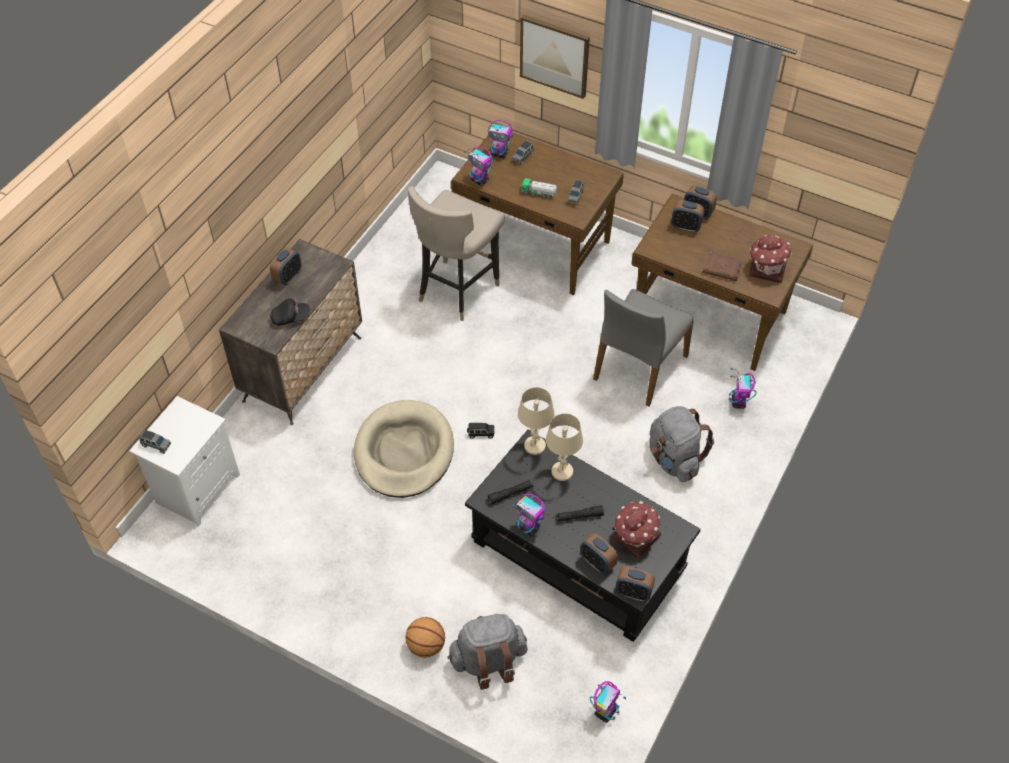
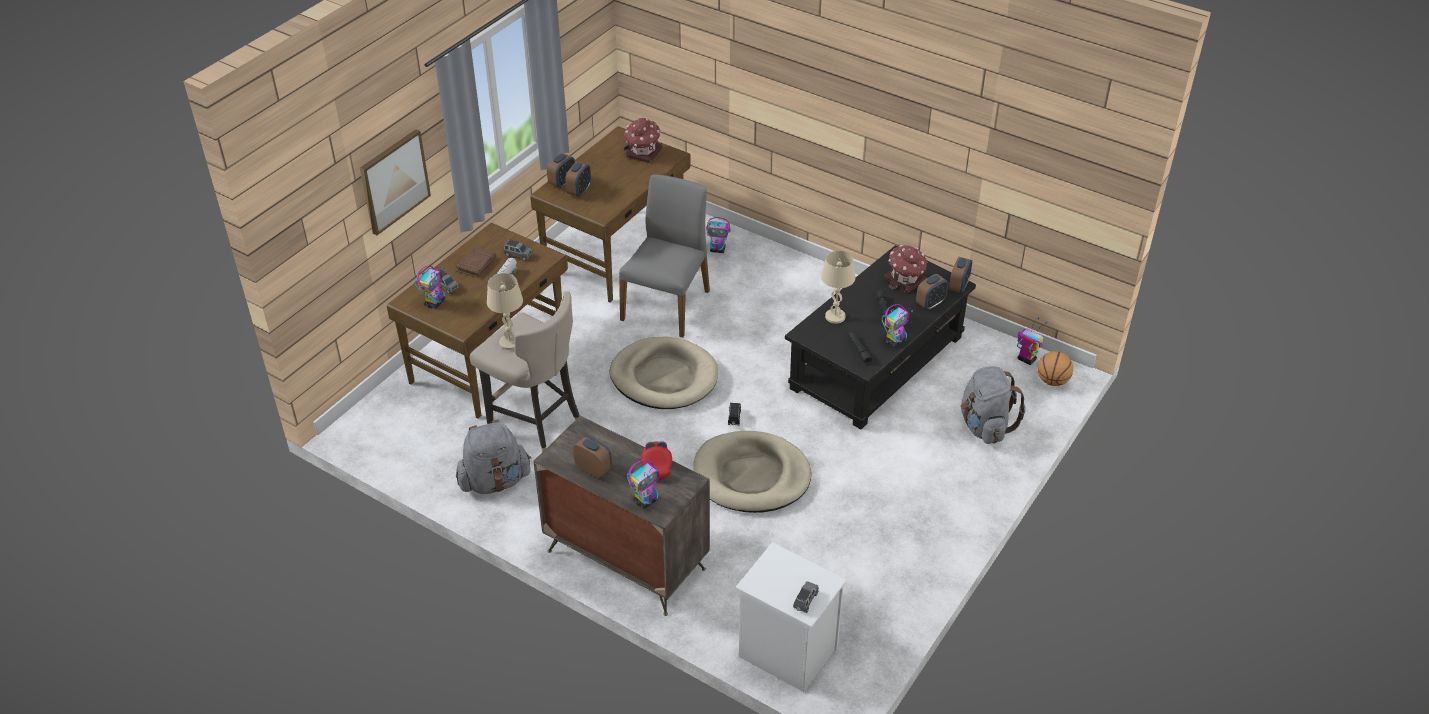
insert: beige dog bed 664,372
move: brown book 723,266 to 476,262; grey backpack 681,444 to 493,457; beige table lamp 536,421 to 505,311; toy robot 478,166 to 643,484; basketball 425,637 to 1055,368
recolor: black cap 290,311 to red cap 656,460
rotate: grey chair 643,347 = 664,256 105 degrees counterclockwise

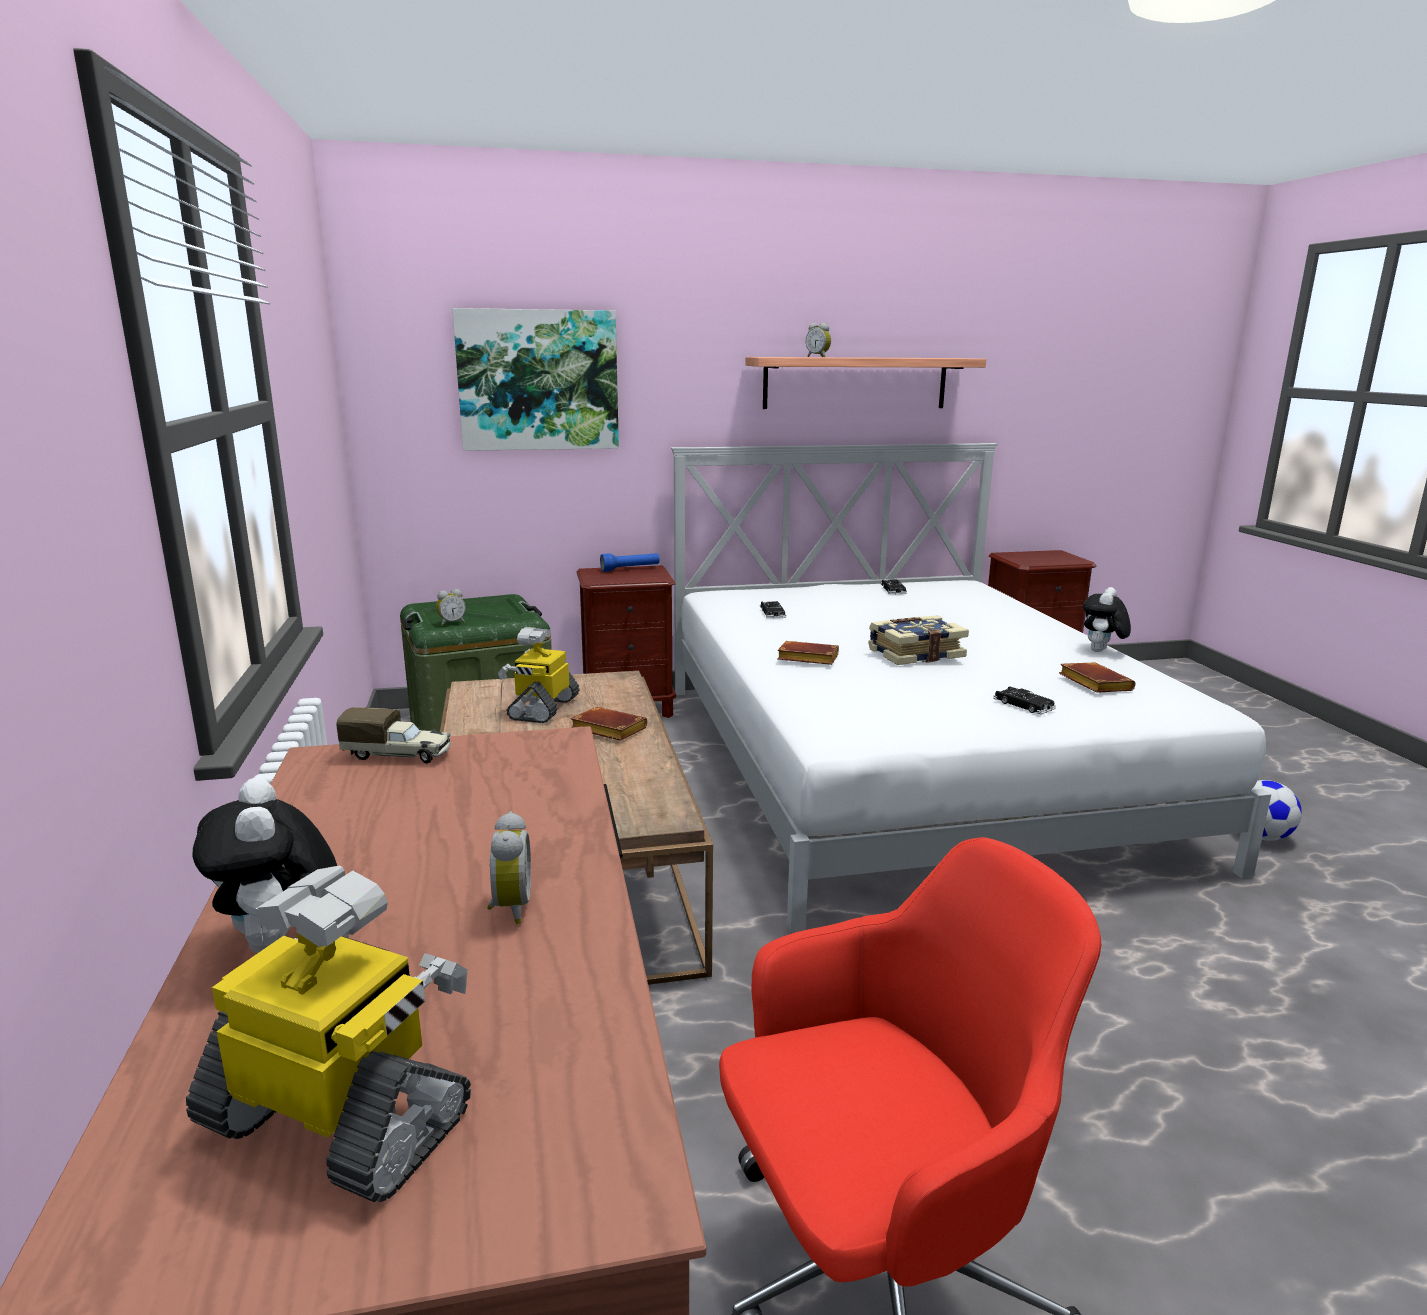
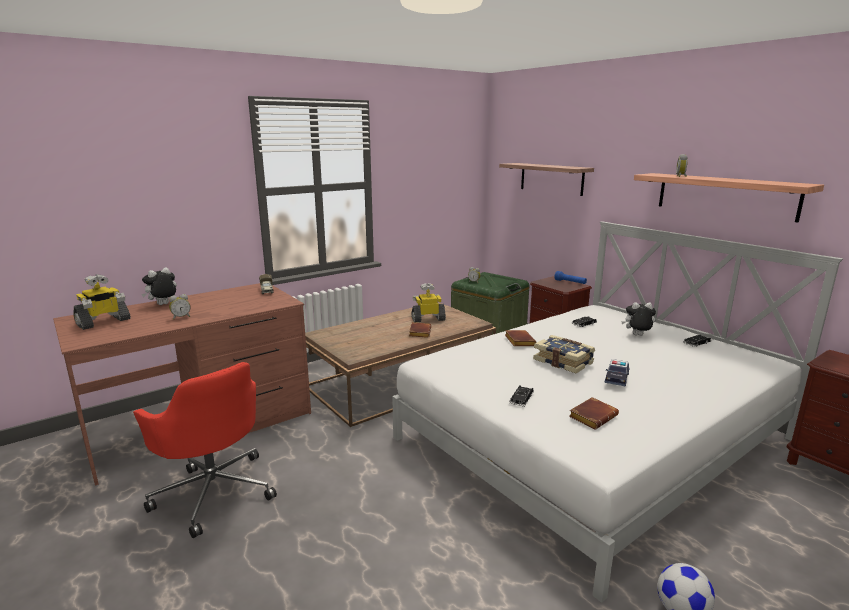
insert: toy car 617,372
move: plush toy 1107,619 to 638,319
replace: picture 535,379 to shelf 546,179
rotate: toy robot 328,1034 = 102,302 45 degrees clockwise

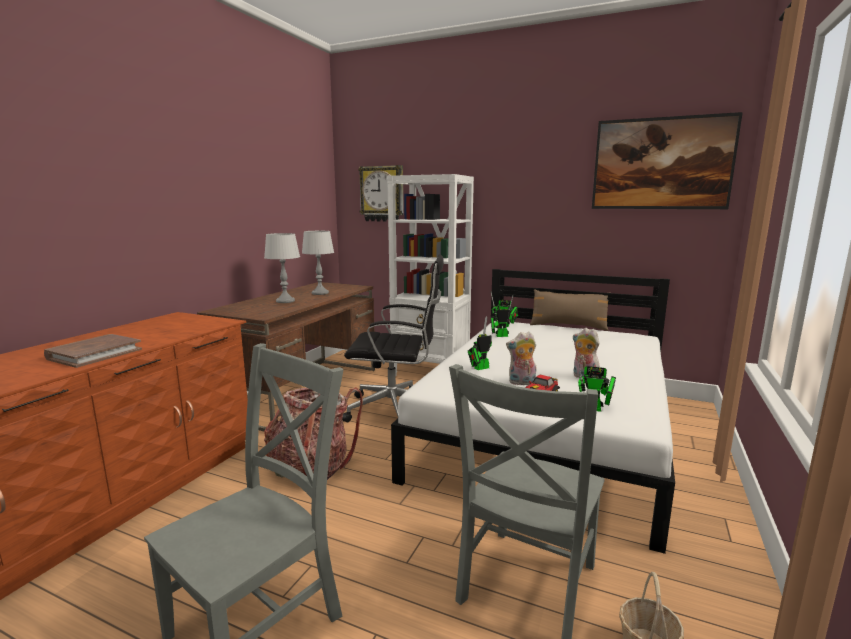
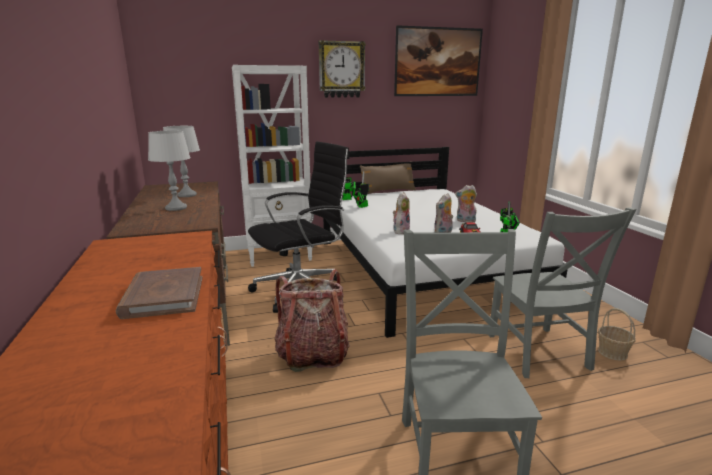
move: wall clock 381,193 to 342,69
replace: toy robot 480,343 to plush toy 401,213

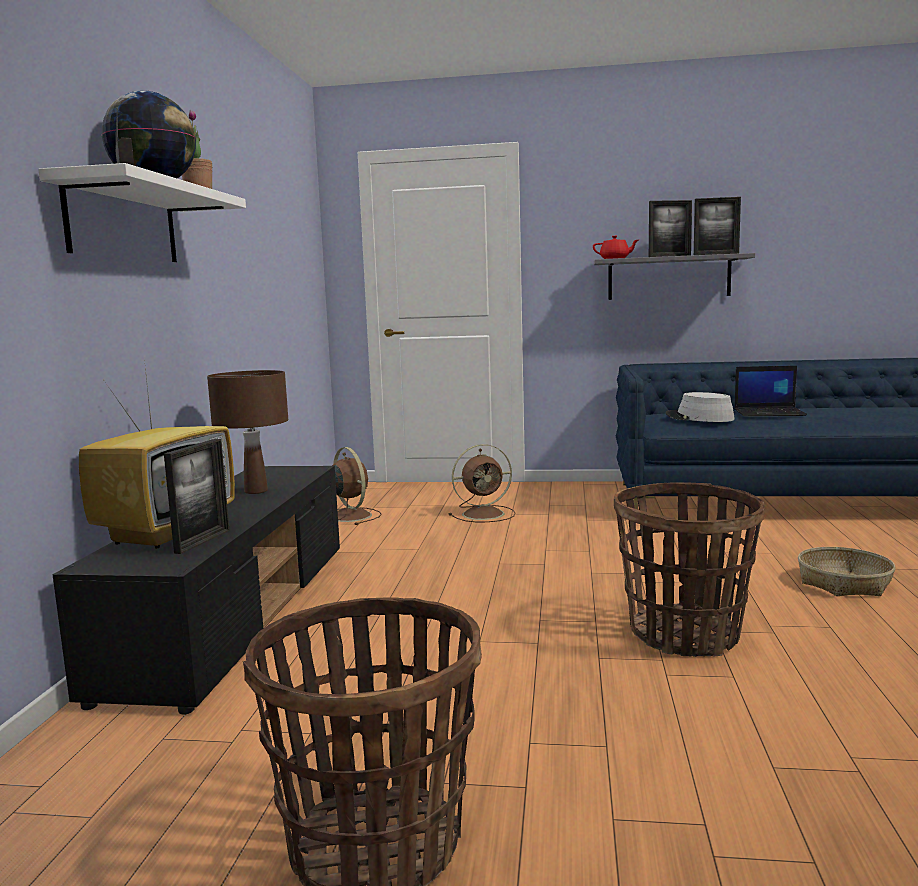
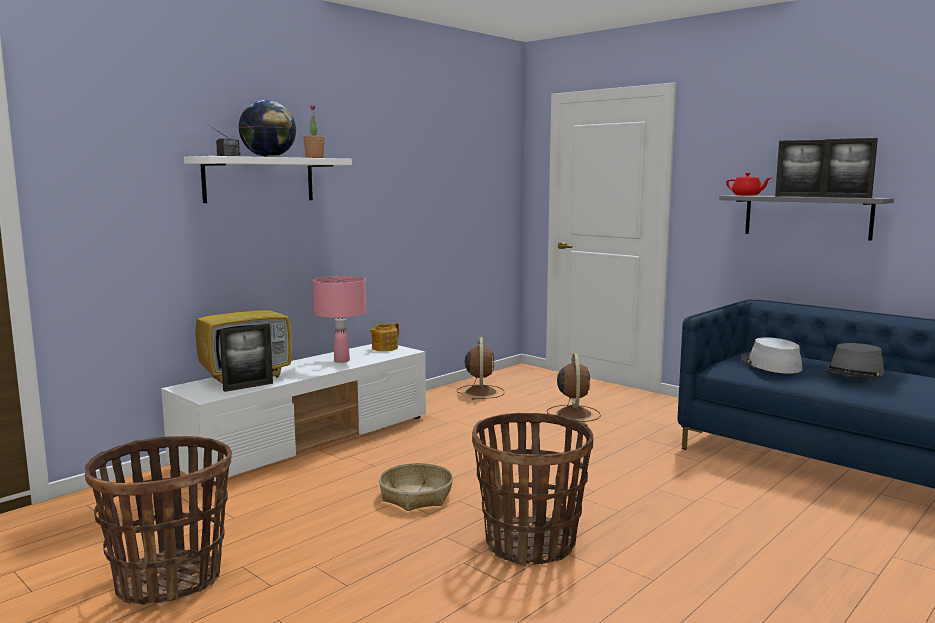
insert: teapot 384,337
move: basket 847,571 to 416,487
replace: laptop 770,391 to grey hat 854,361
recolor: black tv stand 196,590 to white tv stand 293,415; brown table lamp 247,432 to pink table lamp 339,319
rotate: brown fan 482,483 = 574,388 105 degrees counterclockwise

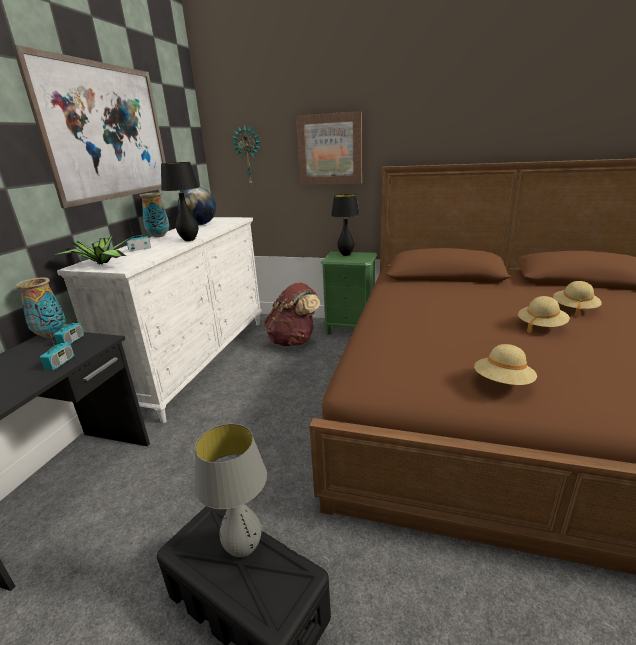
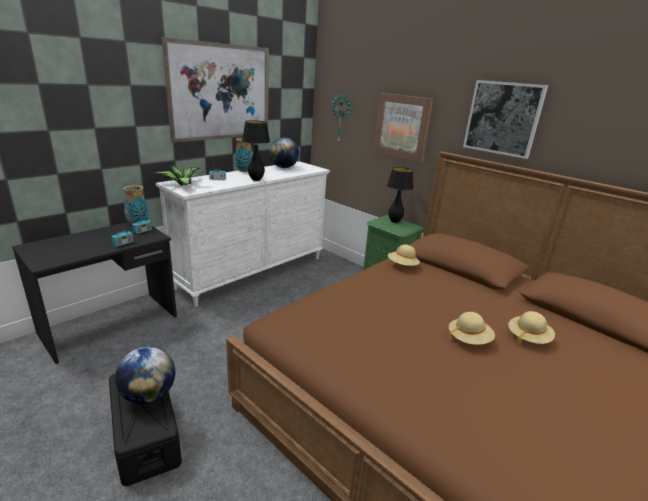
delete: brown backpack 292,314
insert: picture 505,119
move: beige hat 505,364 to 404,255
replace: grey table lamp 230,490 to globe 145,375

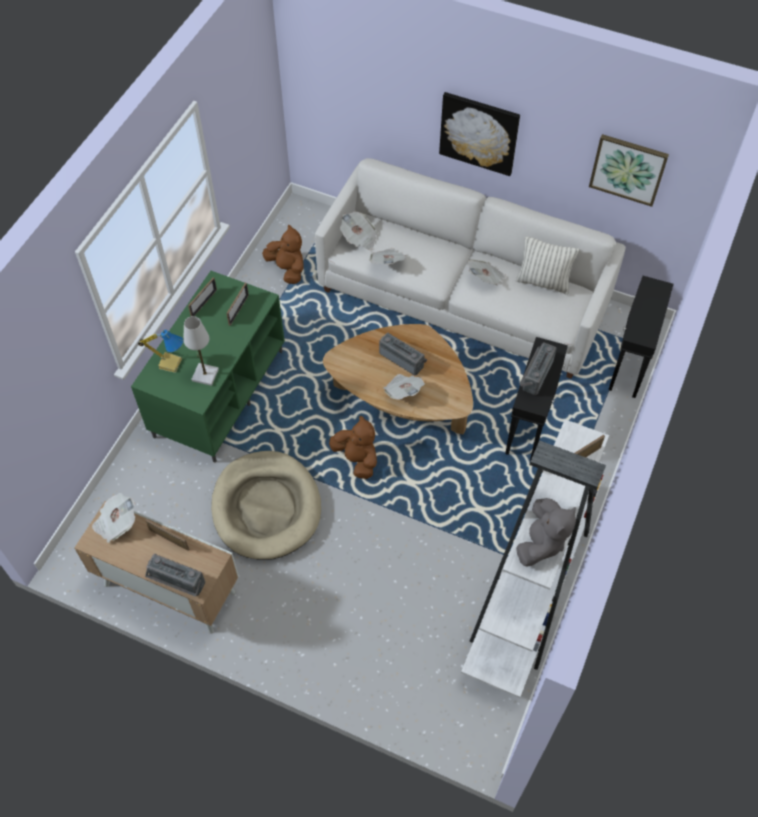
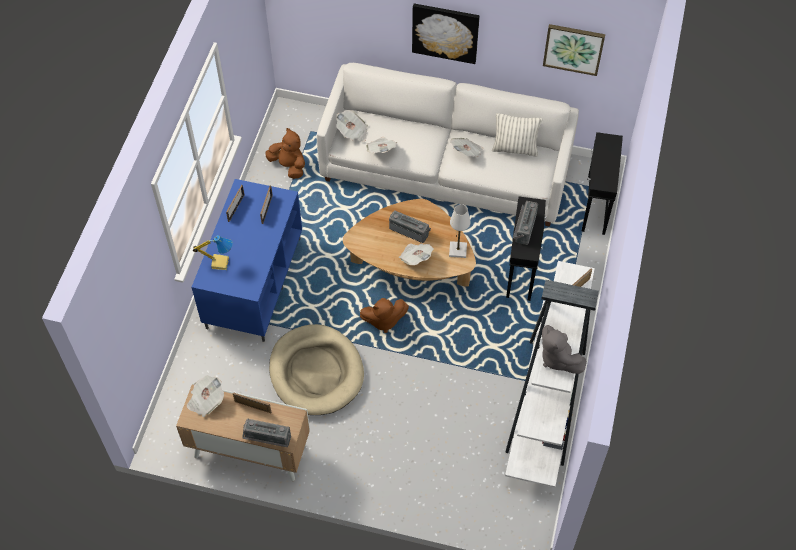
move: white table lamp 201,351 to 459,231
recolor: green tv stand 208,367 to blue tv stand 247,260
rotate: brown plush toy 353,447 = 384,315 135 degrees clockwise; grey plush toy 546,532 = 564,349 135 degrees clockwise

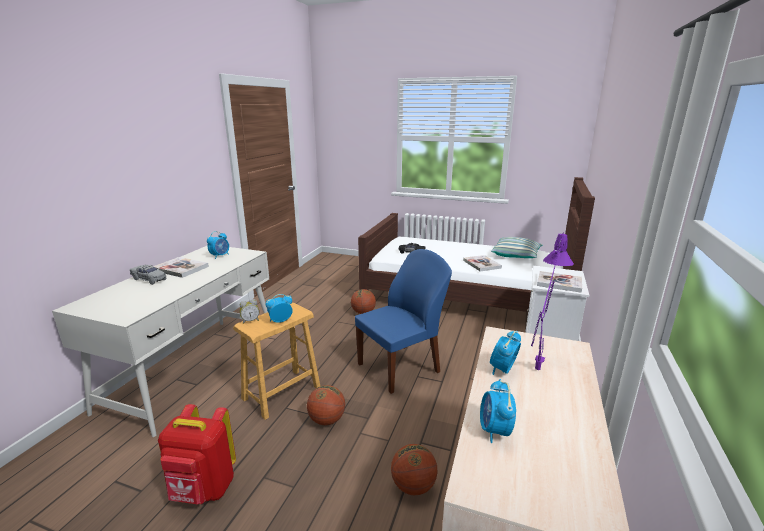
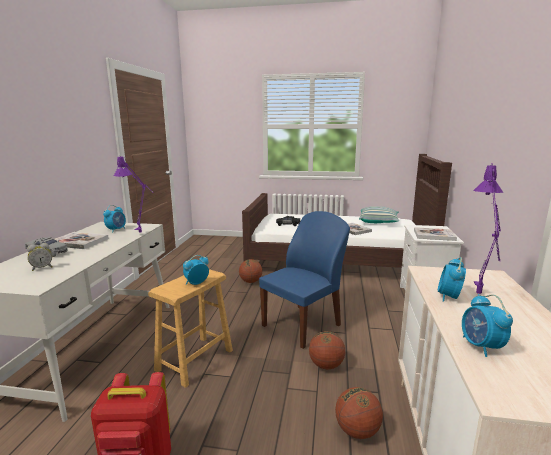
insert: purple table lamp 134,194
move: alarm clock 249,311 to 39,257; basketball 326,405 to 327,350

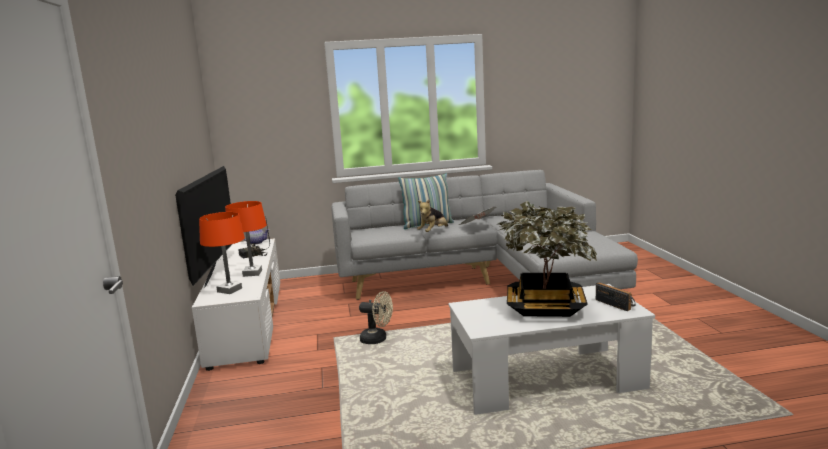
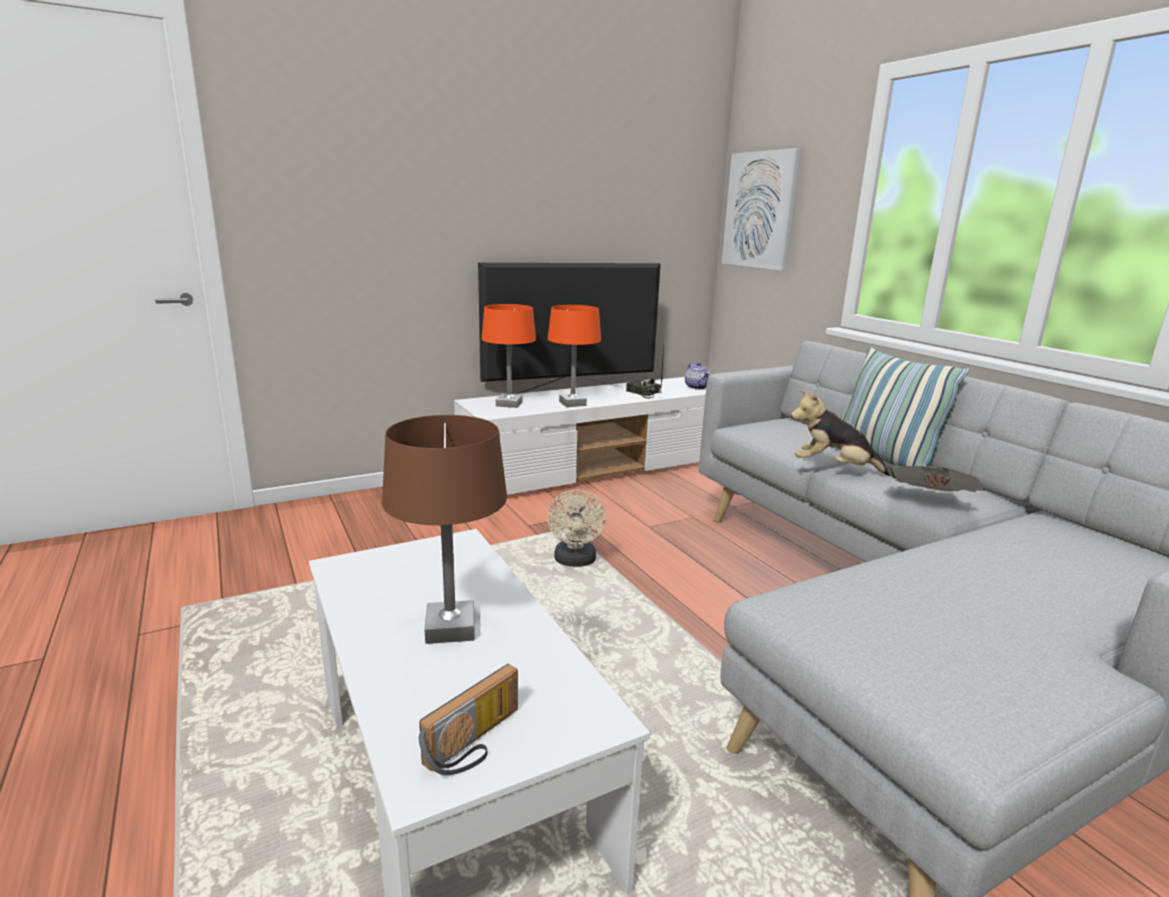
insert: picture 761,209
replace: potted plant 546,259 to brown table lamp 444,529

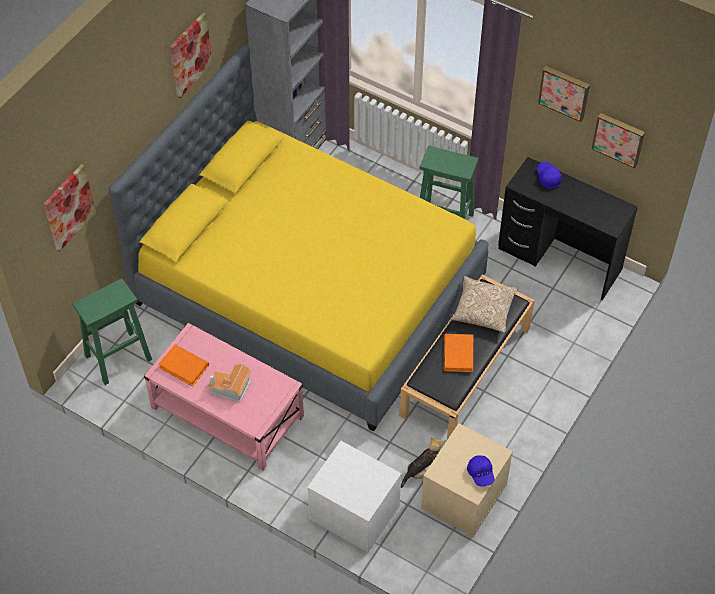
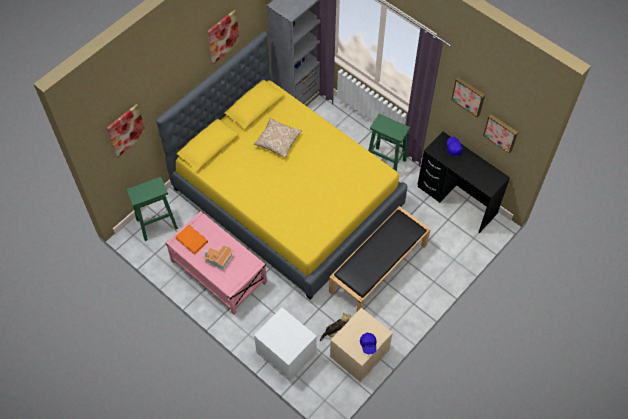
delete: orange book 458,353
move: pillow 484,304 to 278,138

